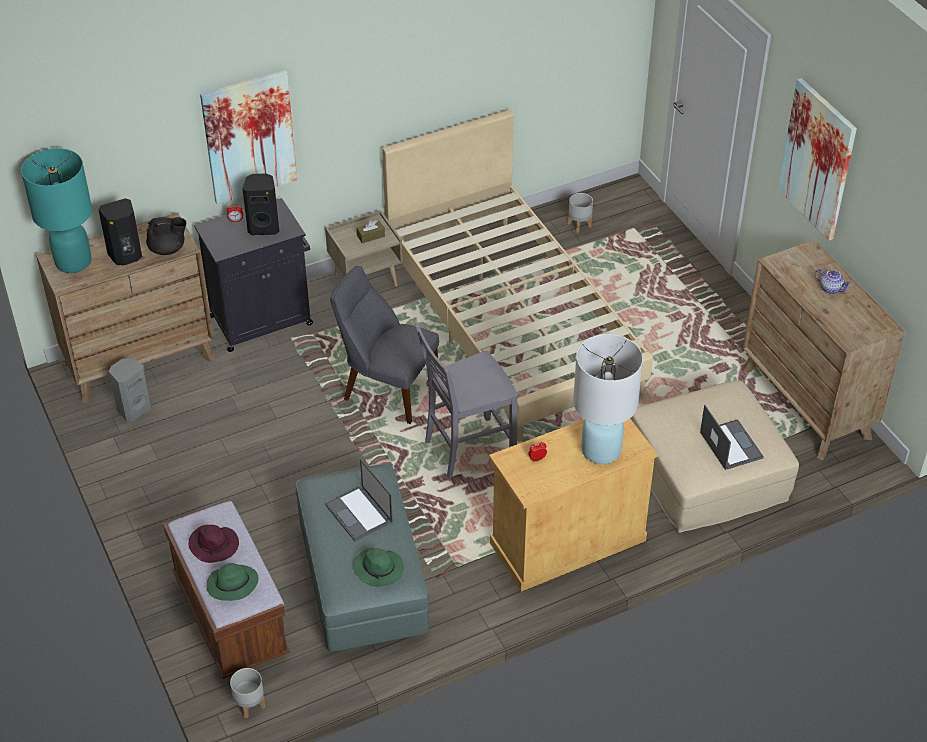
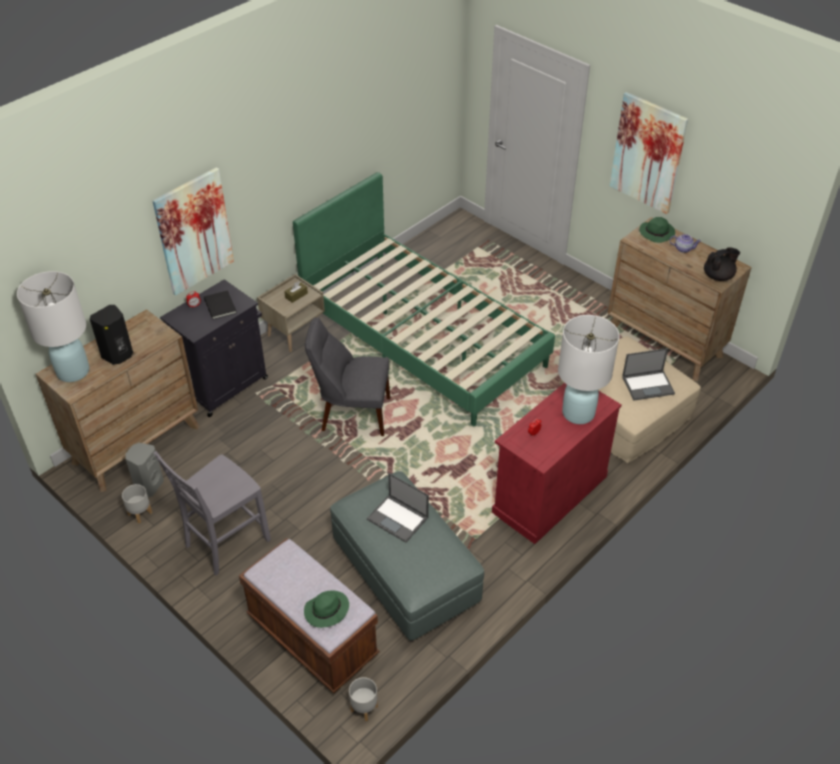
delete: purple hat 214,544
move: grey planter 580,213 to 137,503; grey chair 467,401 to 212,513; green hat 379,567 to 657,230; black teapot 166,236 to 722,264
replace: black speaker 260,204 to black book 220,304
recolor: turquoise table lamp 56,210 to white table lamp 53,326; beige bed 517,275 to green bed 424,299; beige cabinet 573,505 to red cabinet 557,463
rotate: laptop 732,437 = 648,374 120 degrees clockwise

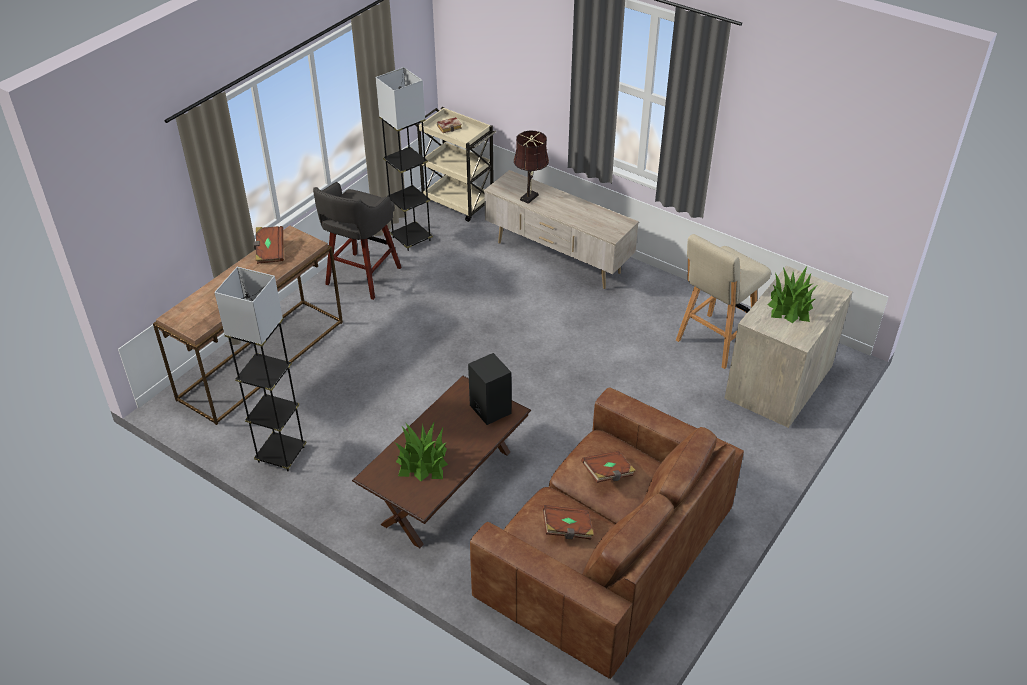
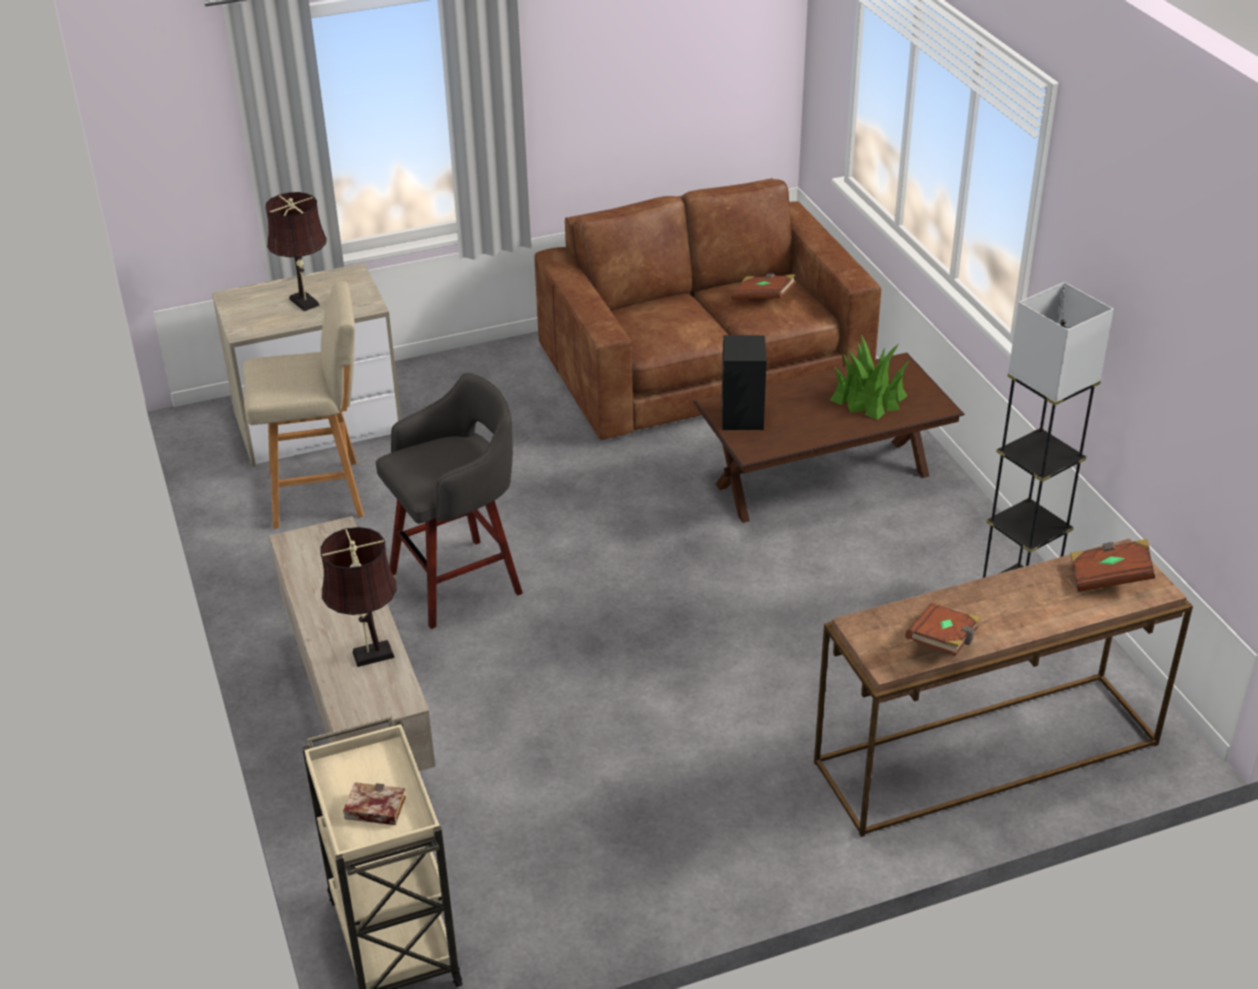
delete: grey floor lamp 404,159
move: grey stool 357,241 to 449,501; brown book 608,467 to 1112,565
replace: potted plant 792,295 to brown table lamp 296,251

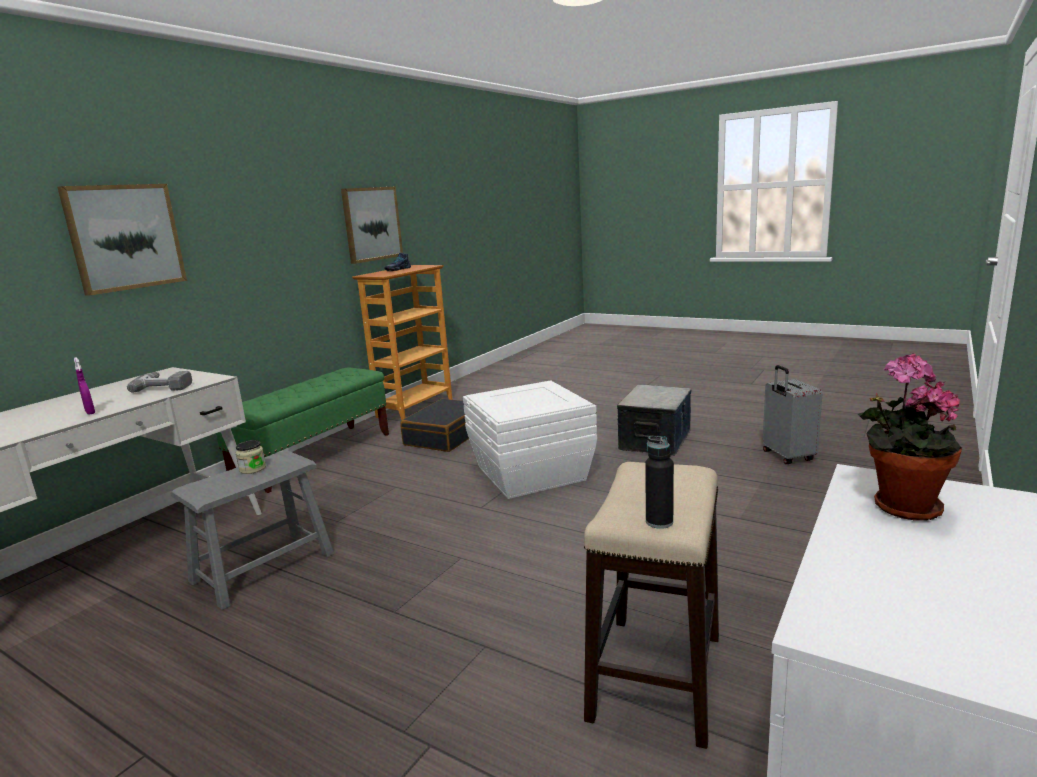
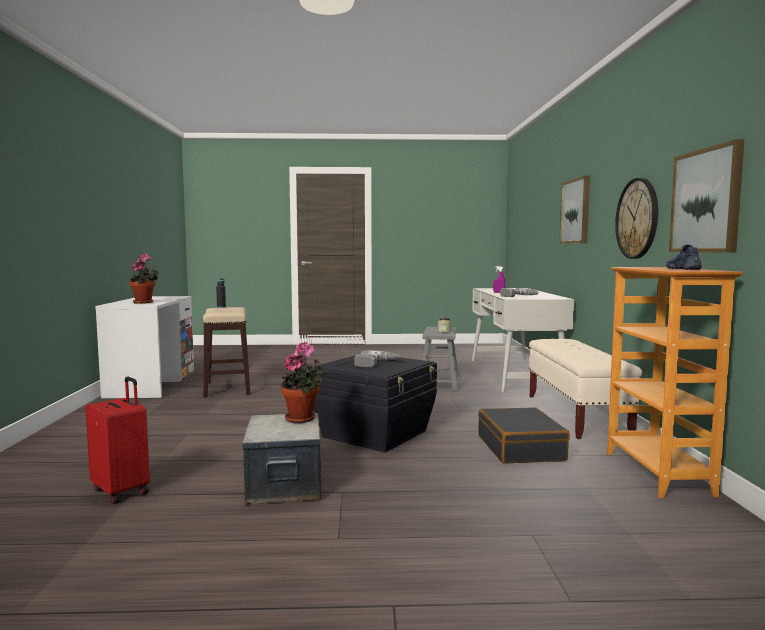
insert: potted plant 303,382; power drill 377,358; wall clock 636,218
recolor: grey suitcase 792,414 to red suitcase 117,440; white storage box 530,439 to black storage box 374,403; green bench 302,430 to beige bench 585,389

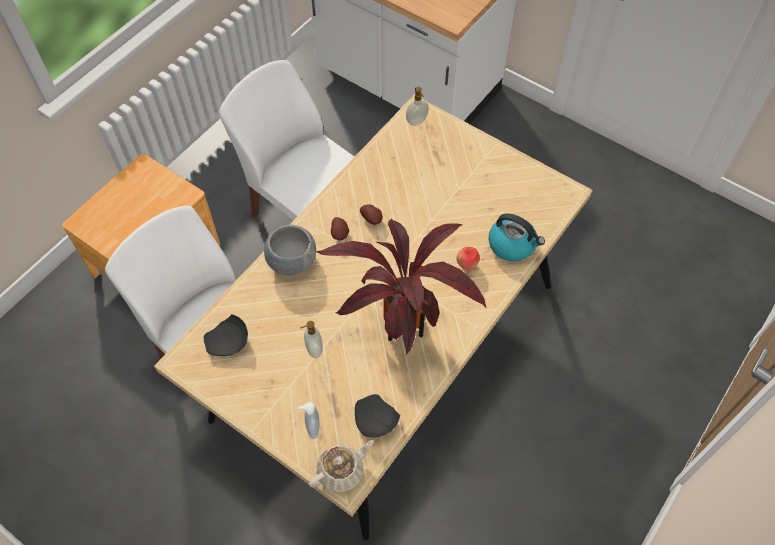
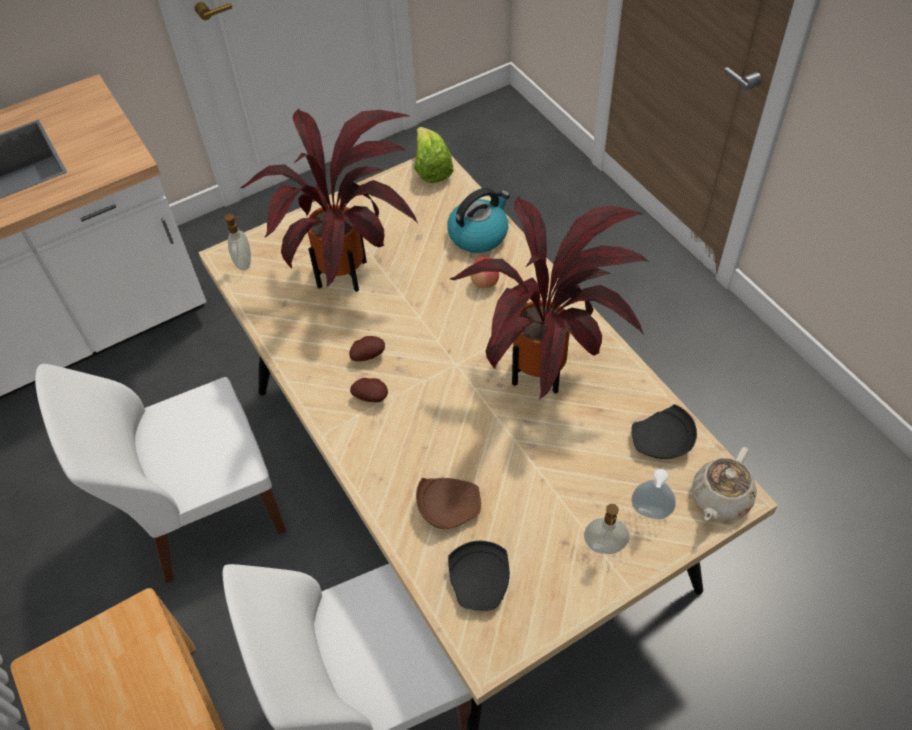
delete: grey bowl 290,250
insert: potted plant 329,200; lettuce 434,155; brown plate 448,503
move: soap dispenser 311,339 to 607,529
rotate: beige teapot 341,466 = 724,484 135 degrees counterclockwise

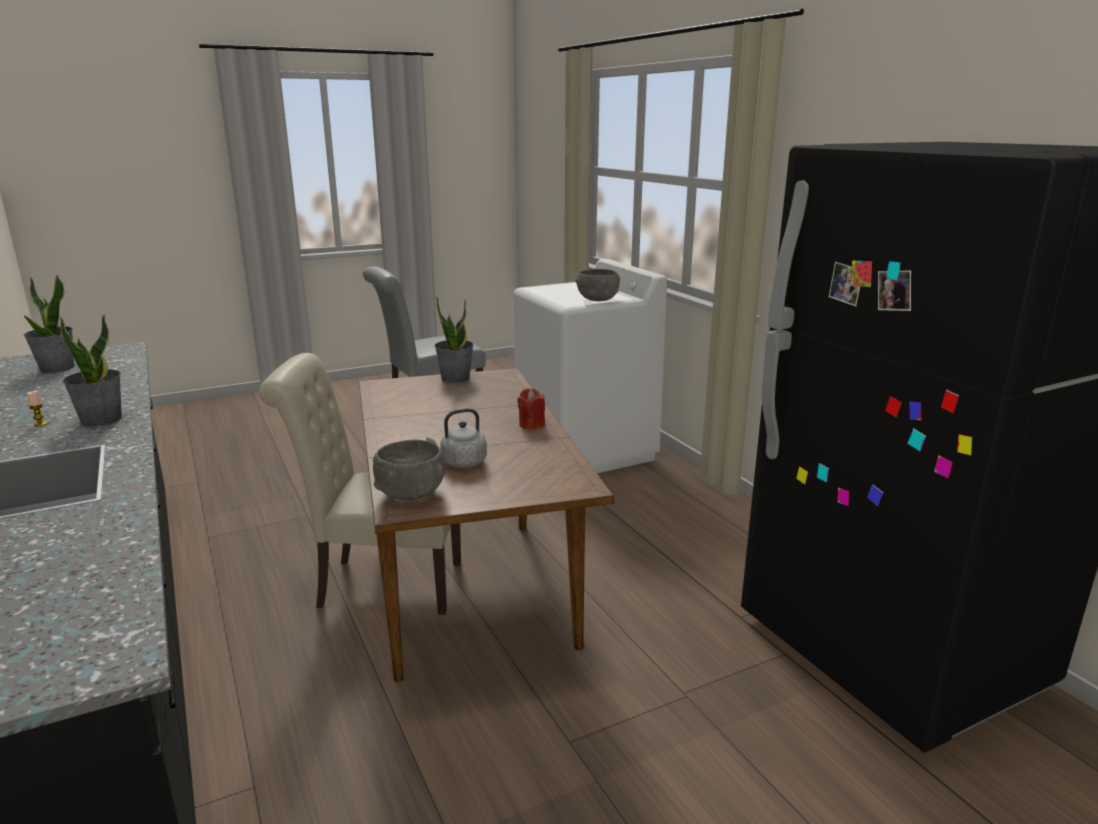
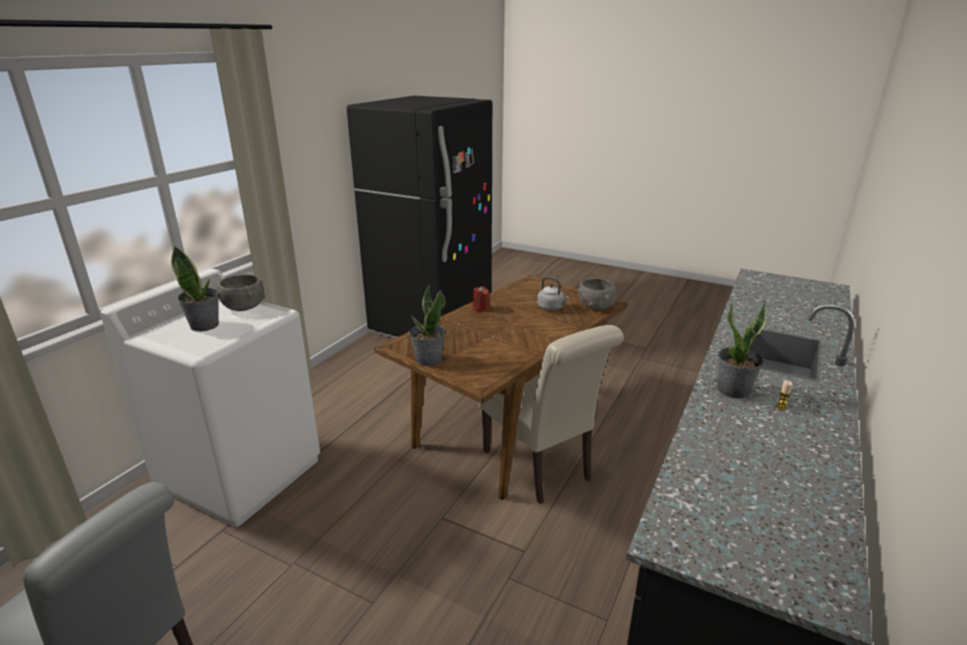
move: potted plant 49,324 to 195,289

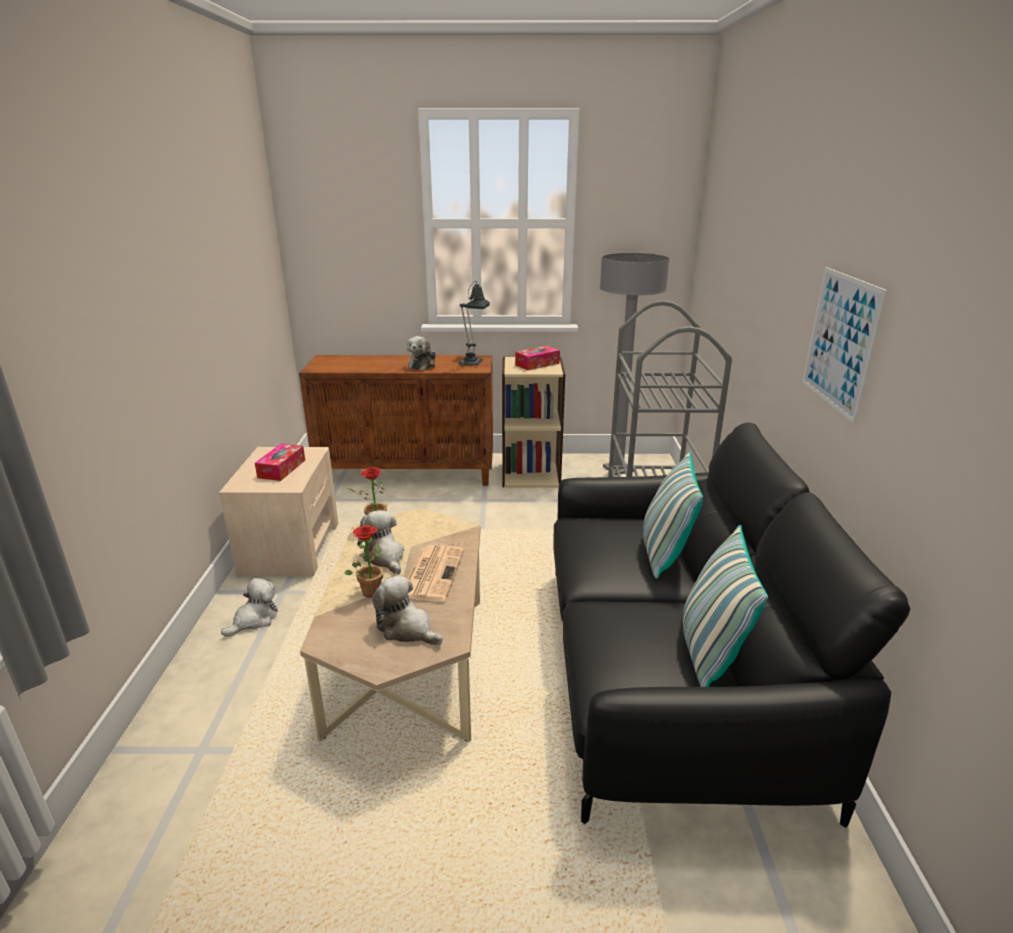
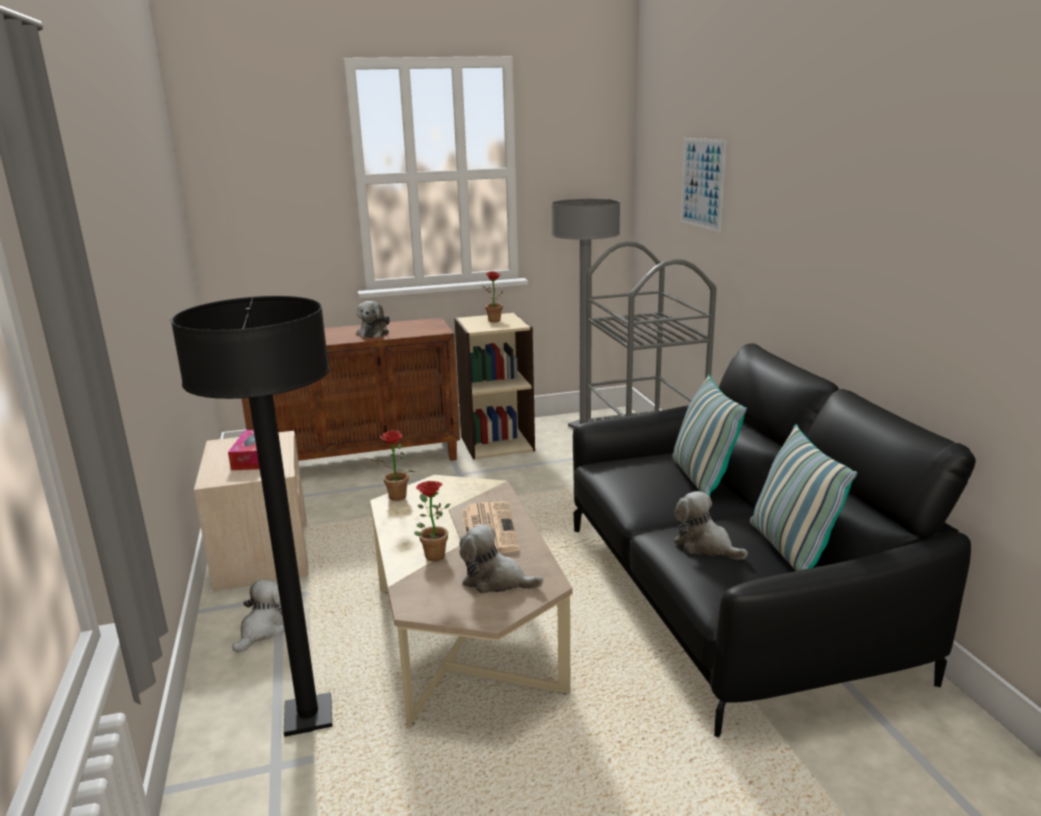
delete: table lamp 474,323
insert: black floor lamp 251,516
move: plush toy 380,542 to 711,525; picture 845,345 to 703,185
replace: tissue box 537,358 to potted plant 493,296

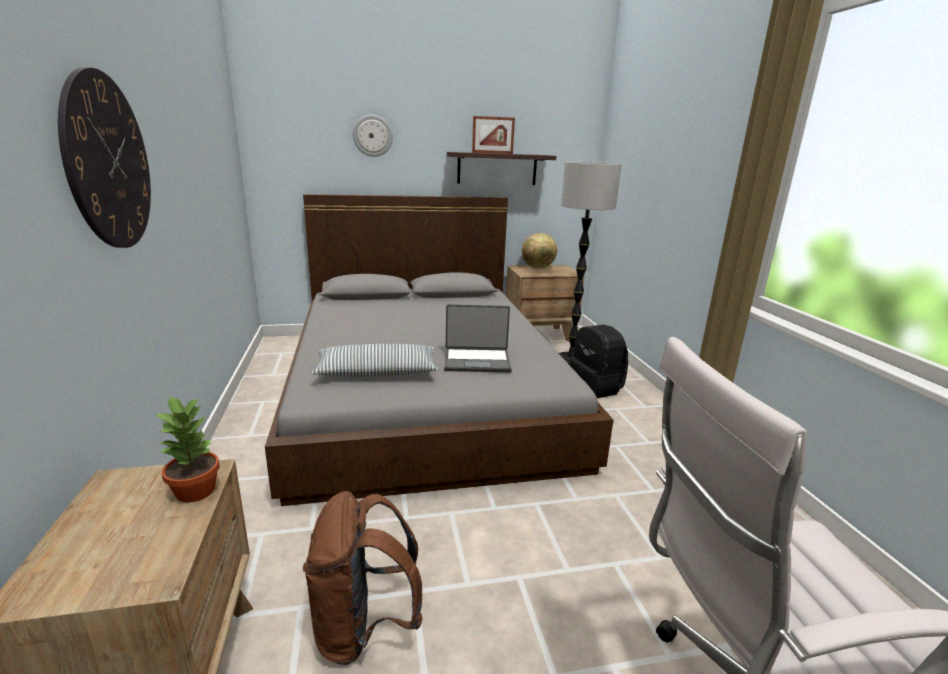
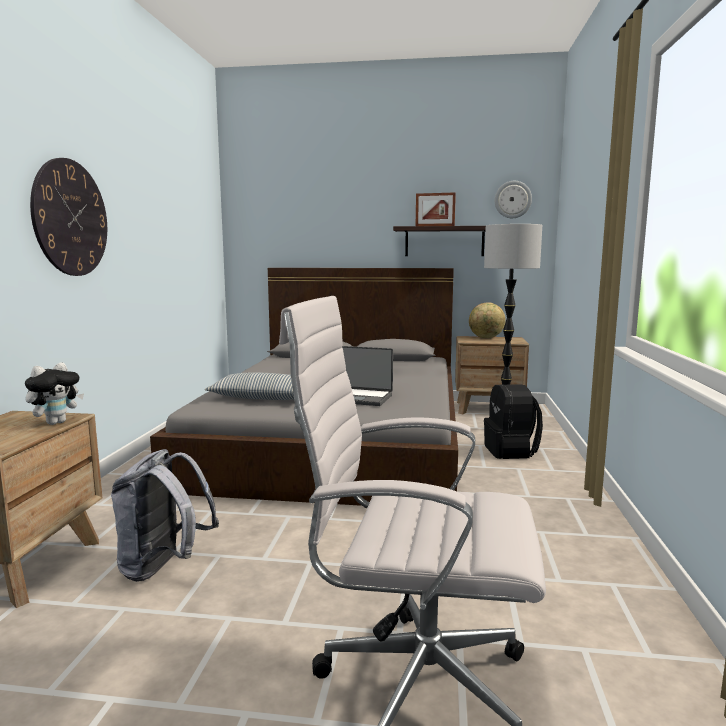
move: wall clock 373,136 to 513,199
replace: potted plant 187,449 to plush toy 54,393
recolor: brown backpack 363,578 to grey backpack 165,515

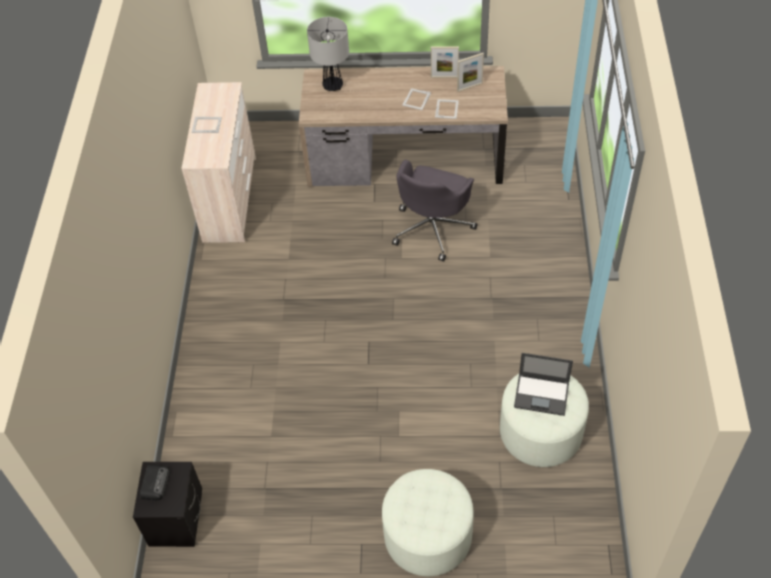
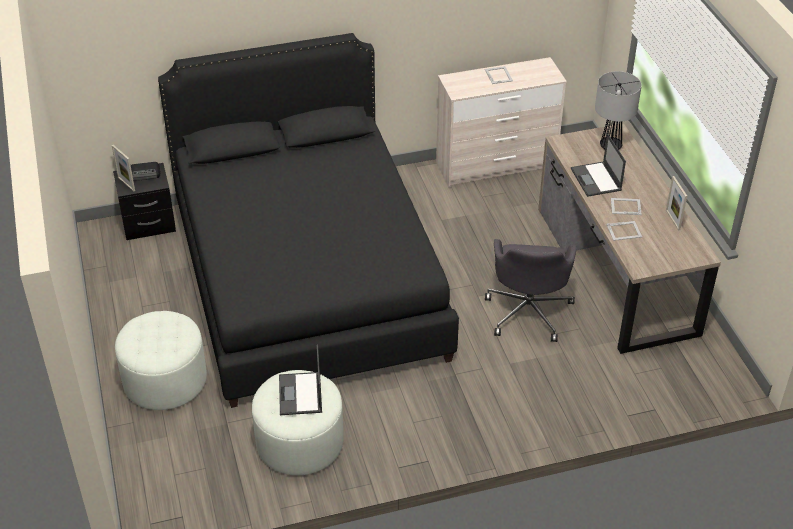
insert: black bed 308,220; laptop 598,165
move: picture frame 470,72 to 123,168
rotate: grey office chair 434,210 = 530,290 90 degrees counterclockwise

